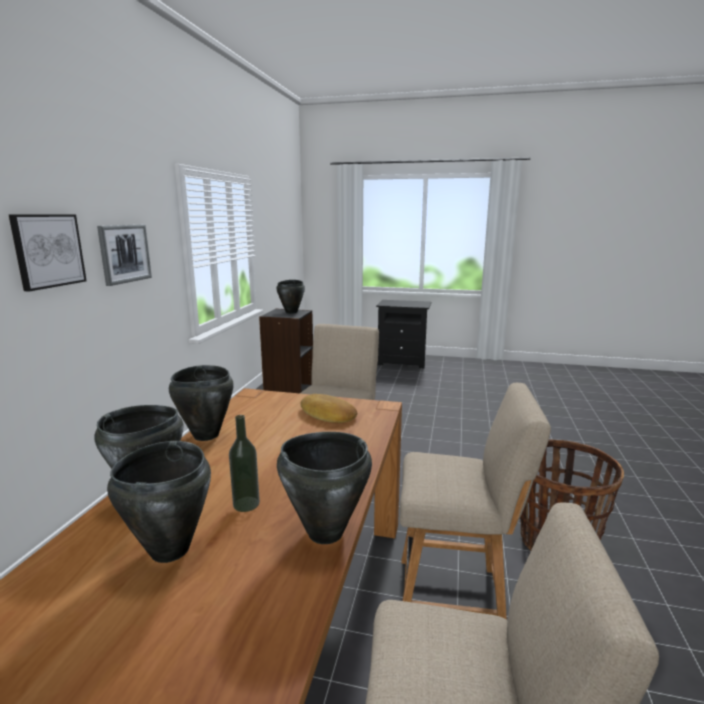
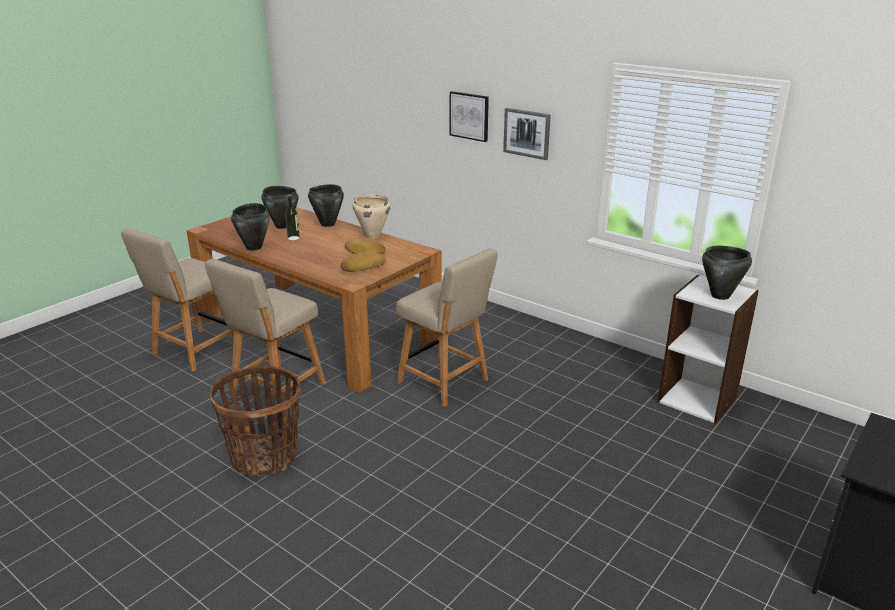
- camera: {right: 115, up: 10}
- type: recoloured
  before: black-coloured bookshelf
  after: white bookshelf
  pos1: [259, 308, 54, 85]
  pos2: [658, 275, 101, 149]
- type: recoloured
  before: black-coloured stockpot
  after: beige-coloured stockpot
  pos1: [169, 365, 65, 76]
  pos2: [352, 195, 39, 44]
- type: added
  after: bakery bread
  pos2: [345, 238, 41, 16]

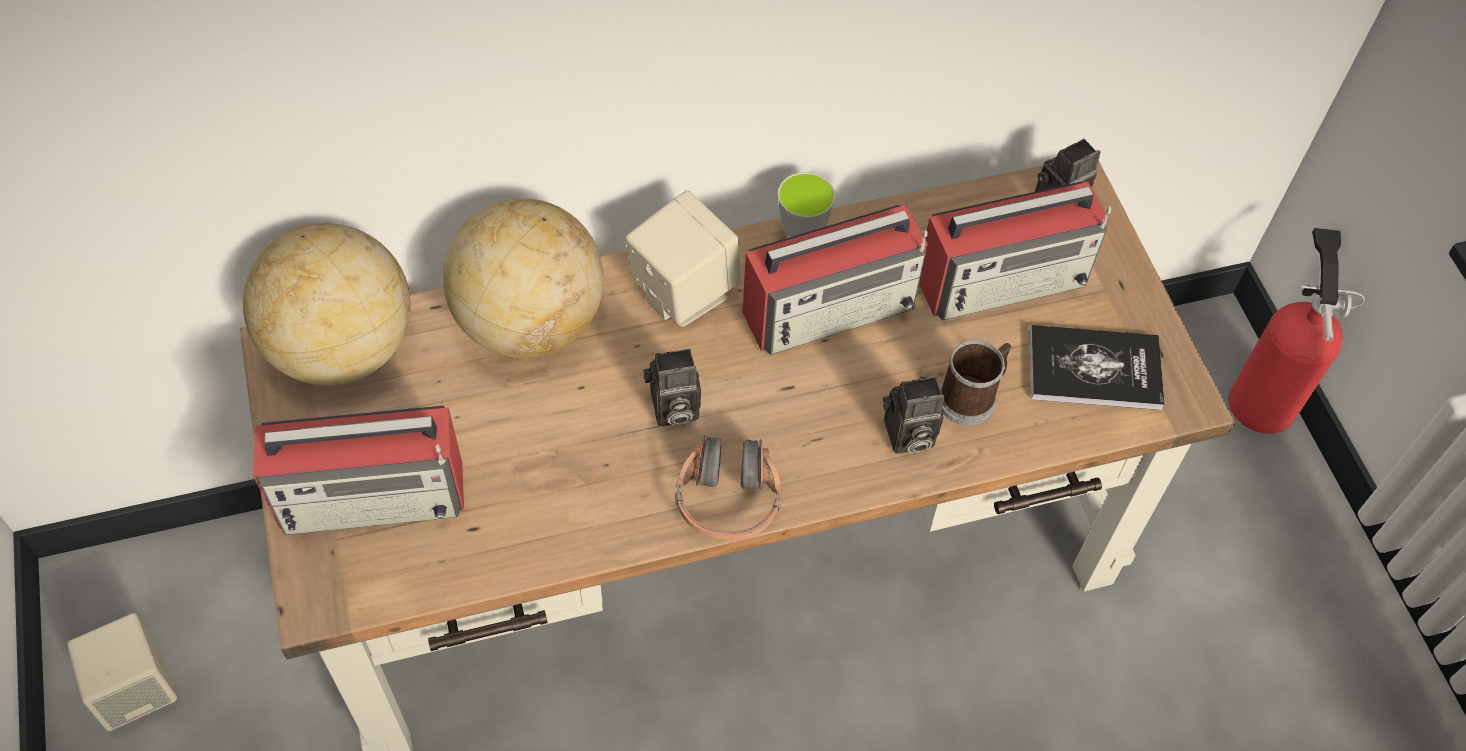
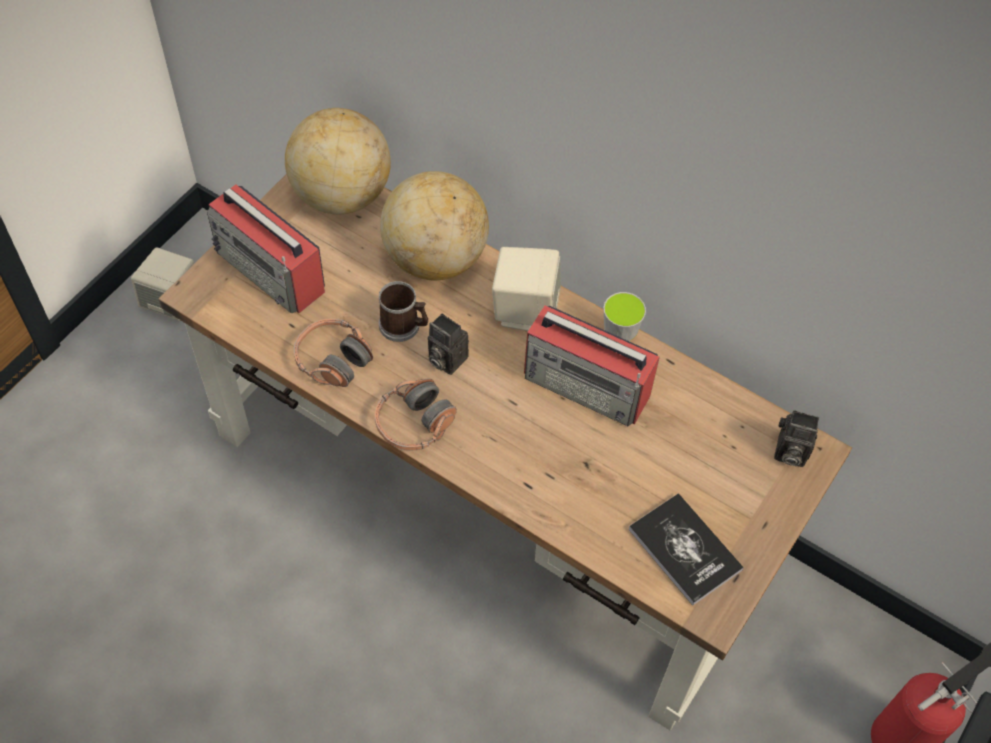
- camera: {right: 50, up: 0}
- type: removed
  before: radio set
  pos1: [919, 182, 192, 138]
- type: moved
  before: coffee mug
  pos1: [939, 339, 72, 87]
  pos2: [379, 281, 49, 61]
- type: removed
  before: still camera
  pos1: [883, 377, 61, 77]
- type: added
  after: headphones
  pos2: [294, 319, 79, 68]

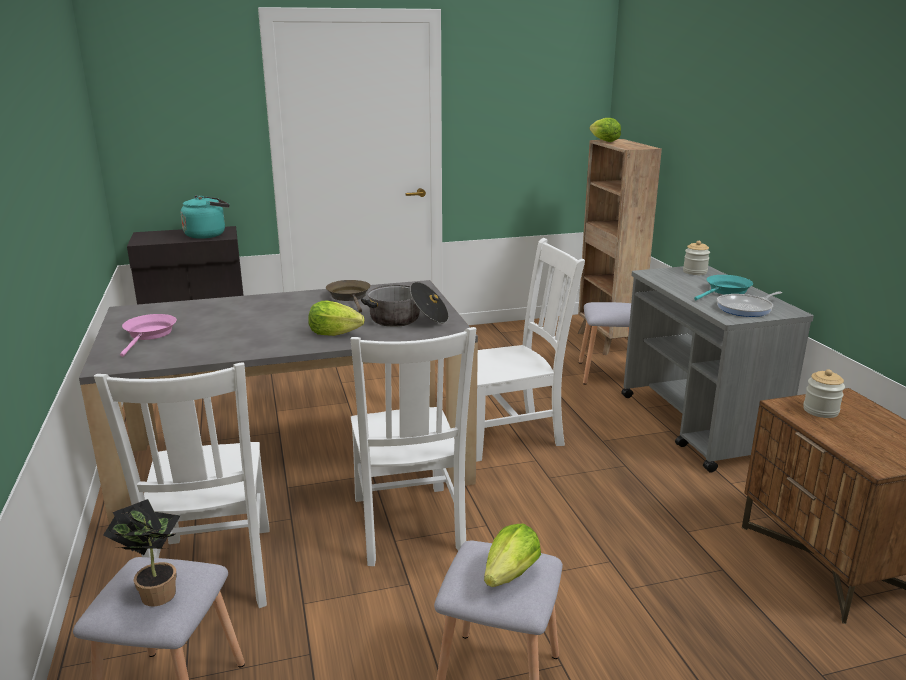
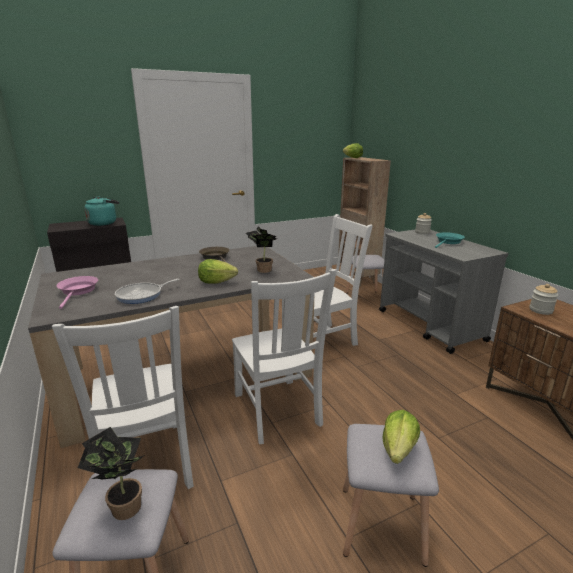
- camera: {right: -10, up: 0}
- type: replaced
  before: stockpot
  after: potted plant
  pos1: [361, 282, 88, 45]
  pos2: [246, 226, 31, 47]
- type: moved
  before: skillet
  pos1: [717, 291, 65, 26]
  pos2: [115, 279, 65, 25]

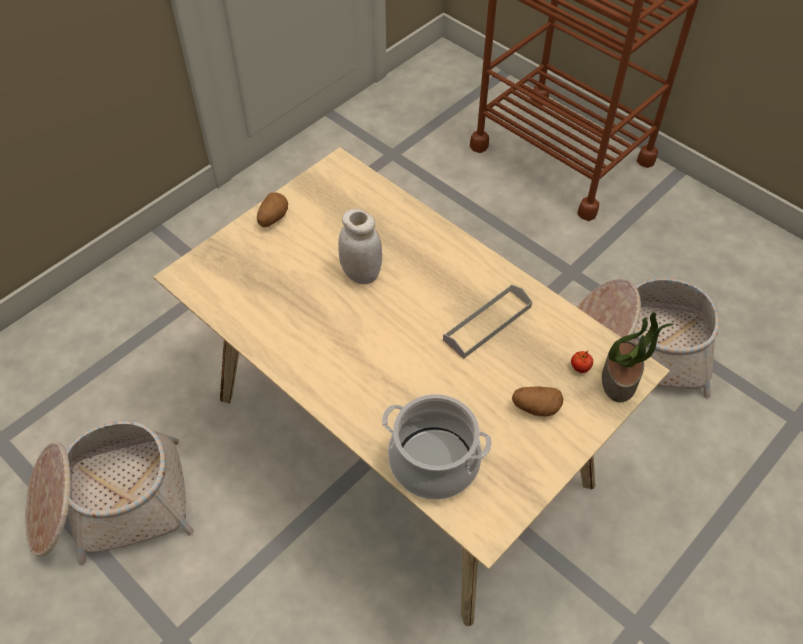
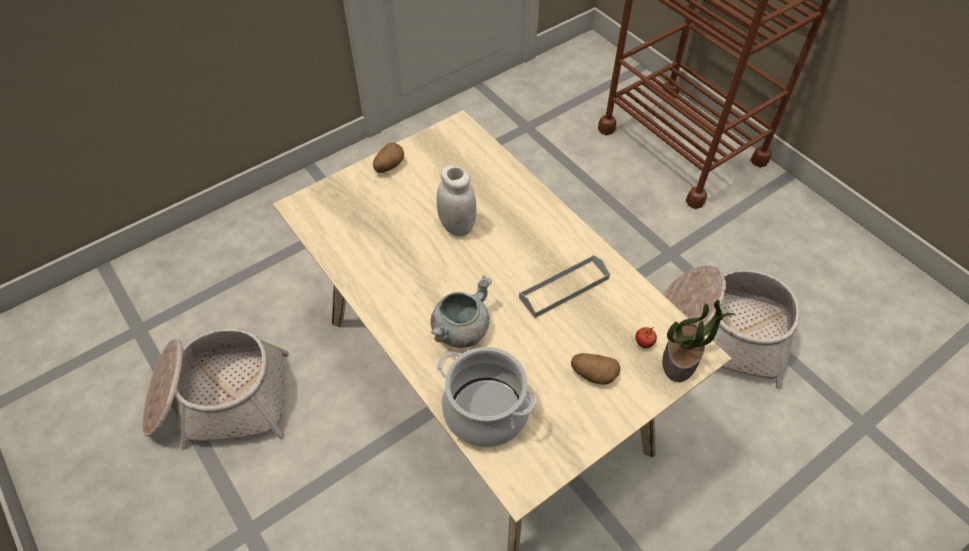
- camera: {right: 10, up: 0}
- type: added
  after: greyish stockpot
  pos2: [431, 276, 61, 72]

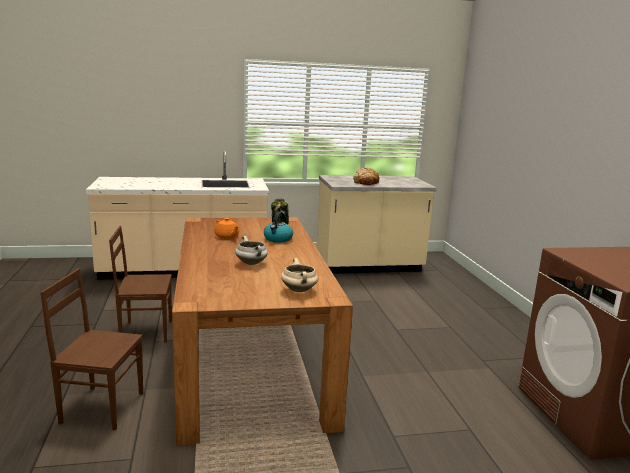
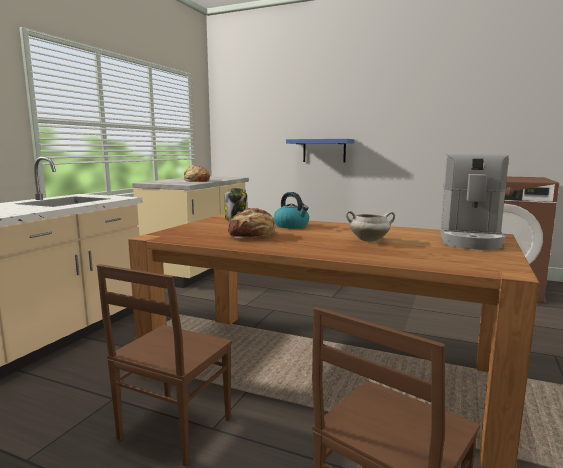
- camera: {right: -55, up: -5}
- type: replaced
  before: orange-coloured teapot
  after: bakery bread
  pos1: [214, 218, 25, 21]
  pos2: [228, 208, 48, 30]
- type: replaced
  before: beige-coloured stockpot
  after: coffee brewer
  pos1: [281, 258, 37, 34]
  pos2: [440, 154, 69, 96]
- type: added
  after: blue bracket shelf
  pos2: [286, 139, 68, 23]

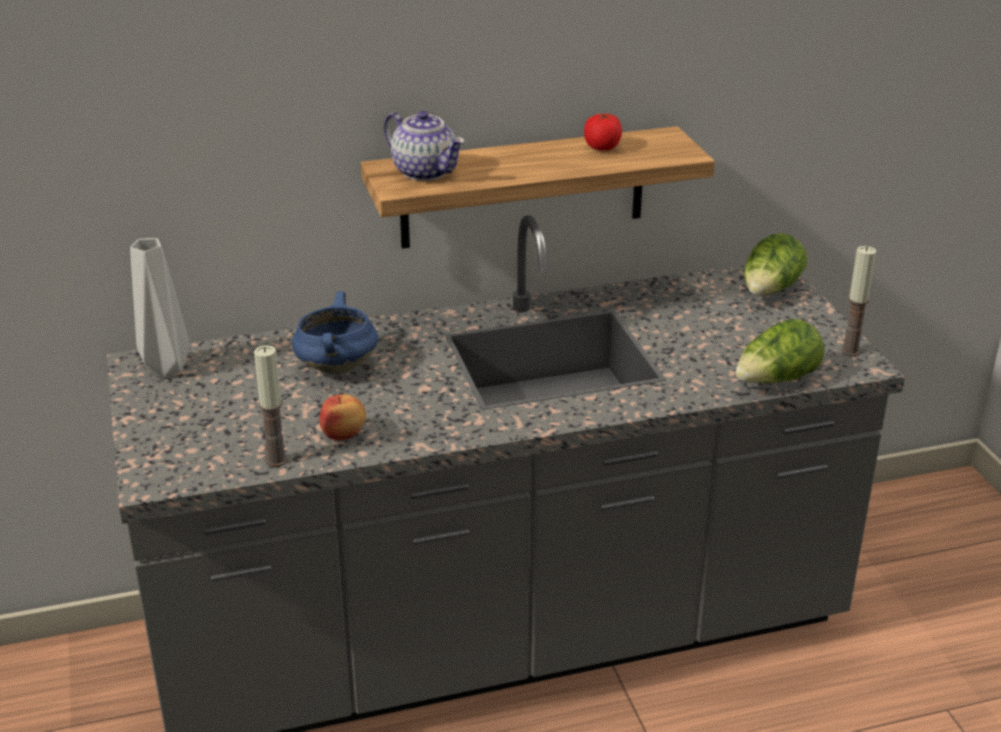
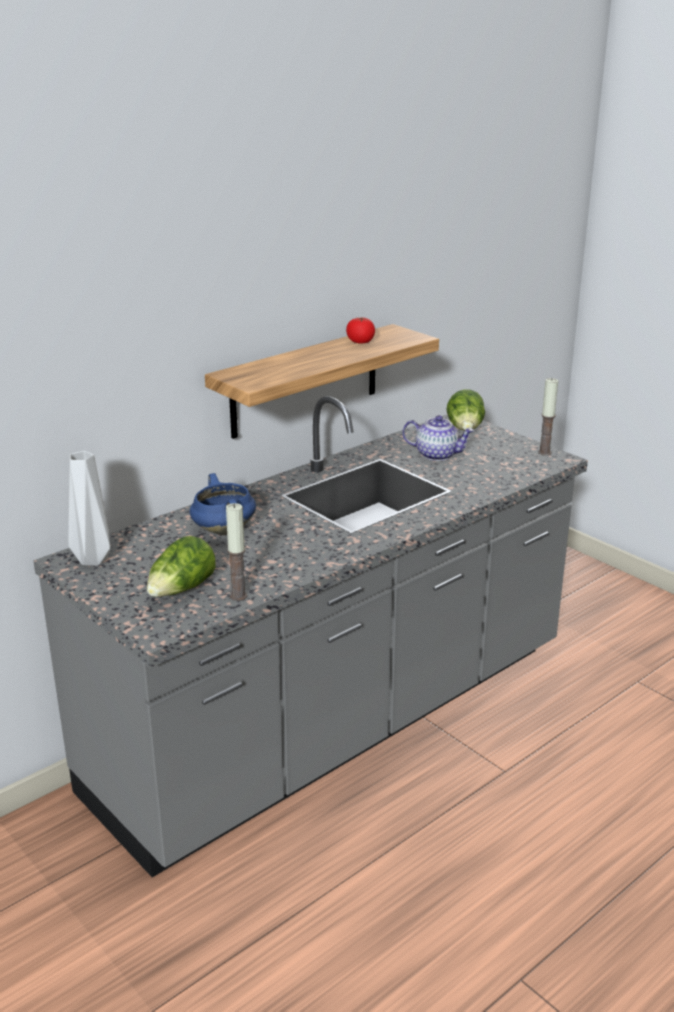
- camera: {right: -25, up: -5}
- type: moved
  before: teapot
  pos1: [384, 111, 81, 70]
  pos2: [402, 415, 73, 46]
- type: moved
  before: lettuce
  pos1: [735, 319, 89, 64]
  pos2: [147, 536, 68, 61]
- type: removed
  before: apple
  pos1: [319, 394, 47, 46]

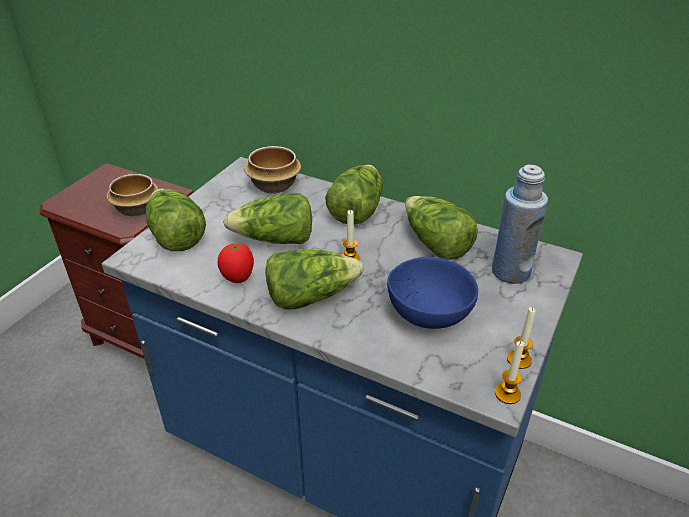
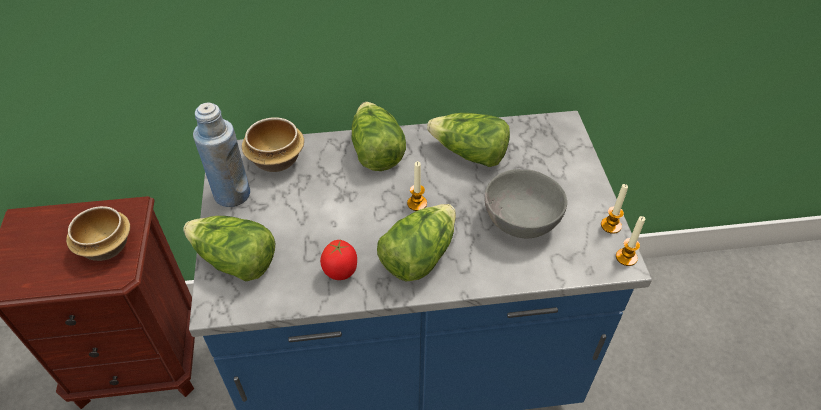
- camera: {right: -35, up: 10}
- type: moved
  before: blue drink bottle
  pos1: [492, 164, 56, 120]
  pos2: [193, 102, 57, 105]
- type: removed
  before: lettuce
  pos1: [223, 193, 89, 51]
- type: recoloured
  before: blue deep dish
  after: greyish deep dish
  pos1: [387, 257, 91, 72]
  pos2: [485, 169, 82, 69]

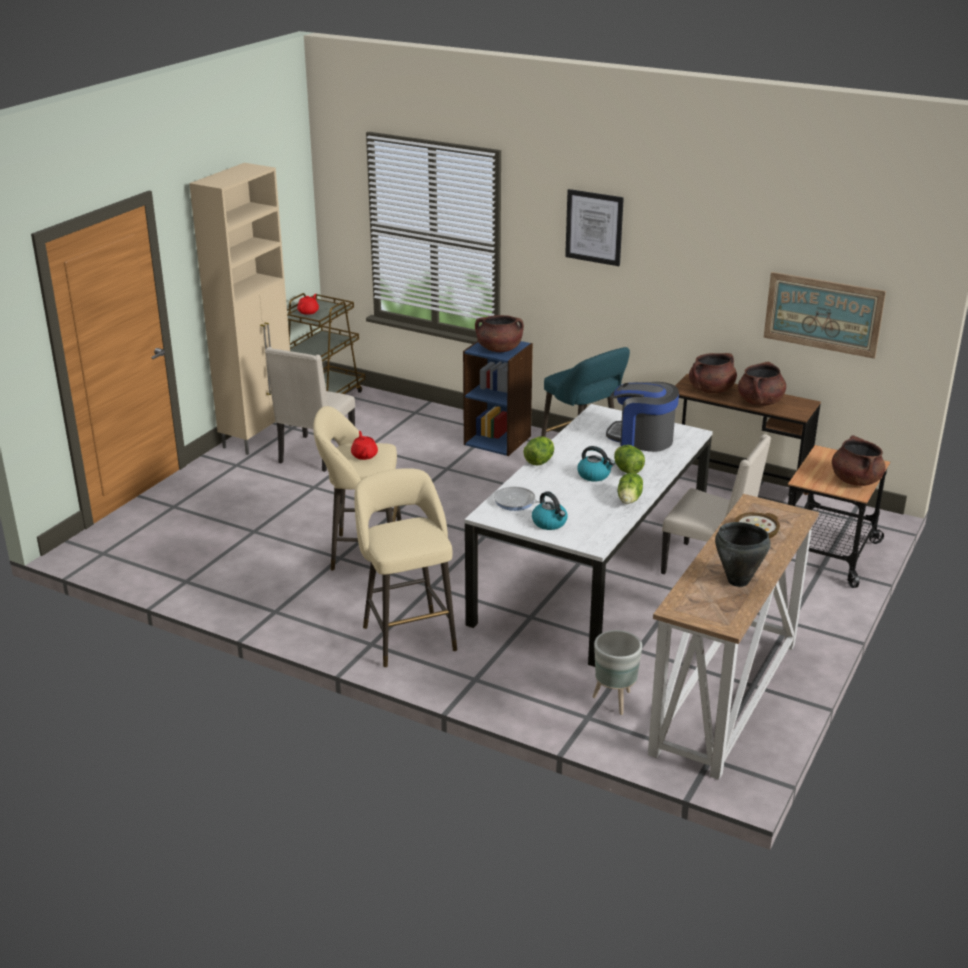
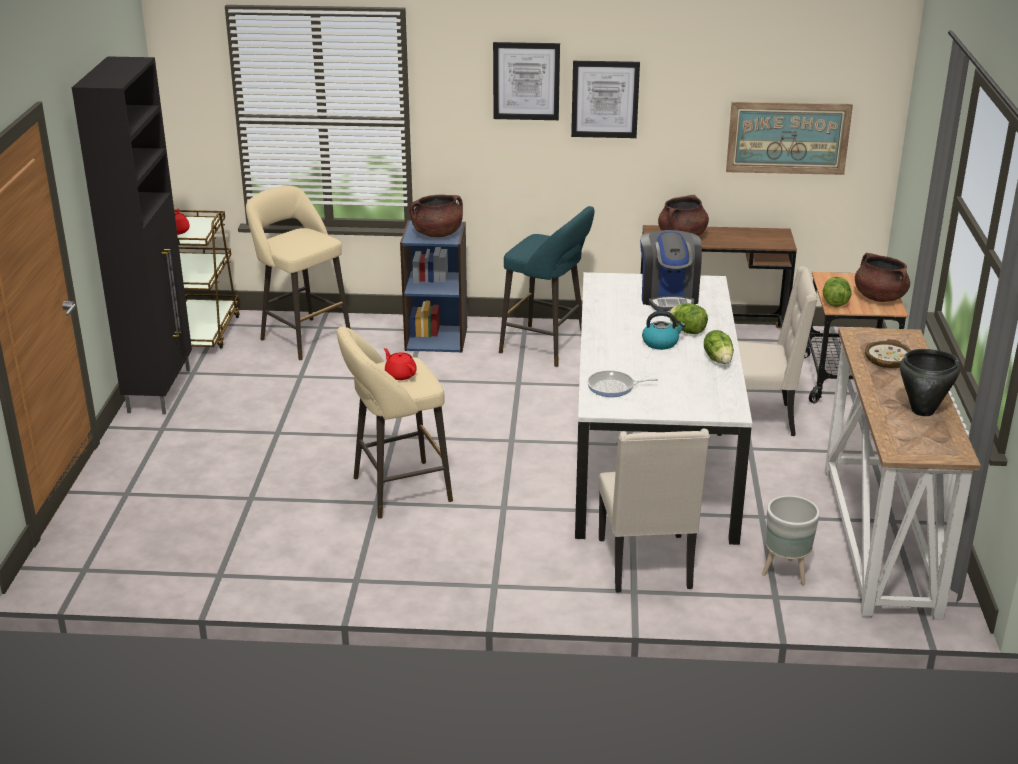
- camera: {right: -25, up: 0}
- type: recoloured
  before: beige-coloured cabinet
  after: black-coloured cabinet
  pos1: [189, 163, 103, 292]
  pos2: [72, 56, 120, 358]
- type: moved
  before: beige-coloured chair
  pos1: [265, 347, 90, 125]
  pos2: [598, 429, 112, 164]
- type: removed
  before: brown-coloured stockpot
  pos1: [738, 362, 48, 44]
- type: turned
  before: coffee brewer
  pos1: [606, 382, 73, 70]
  pos2: [640, 230, 62, 81]
  turn: -90
- type: moved
  before: lettuce
  pos1: [523, 436, 31, 29]
  pos2: [823, 277, 28, 30]
- type: moved
  before: beige-coloured stool
  pos1: [354, 468, 103, 199]
  pos2: [246, 186, 105, 174]
- type: removed
  before: water kettle
  pos1: [532, 491, 35, 39]
- type: added
  after: wall art
  pos2: [571, 61, 69, 77]

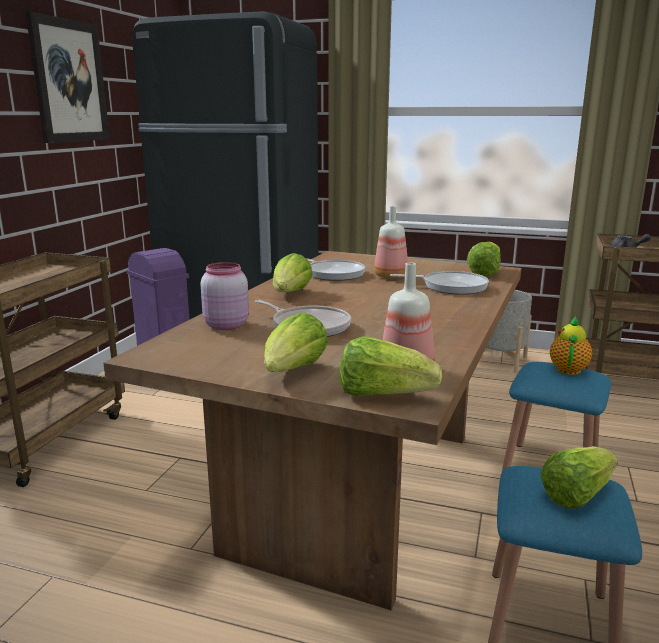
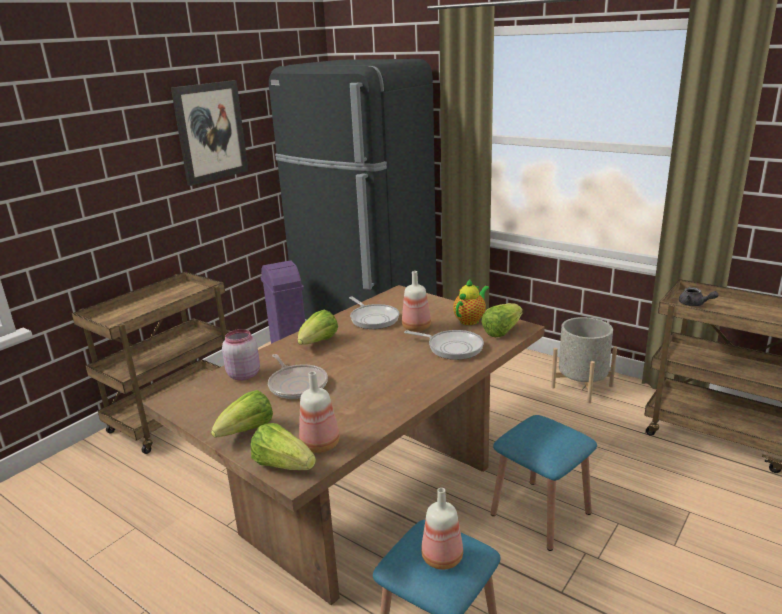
- camera: {right: 20, up: 5}
- type: moved
  before: teapot
  pos1: [550, 316, 42, 59]
  pos2: [453, 278, 36, 47]
- type: replaced
  before: lettuce
  after: drink bottle
  pos1: [540, 446, 78, 63]
  pos2: [421, 488, 42, 82]

